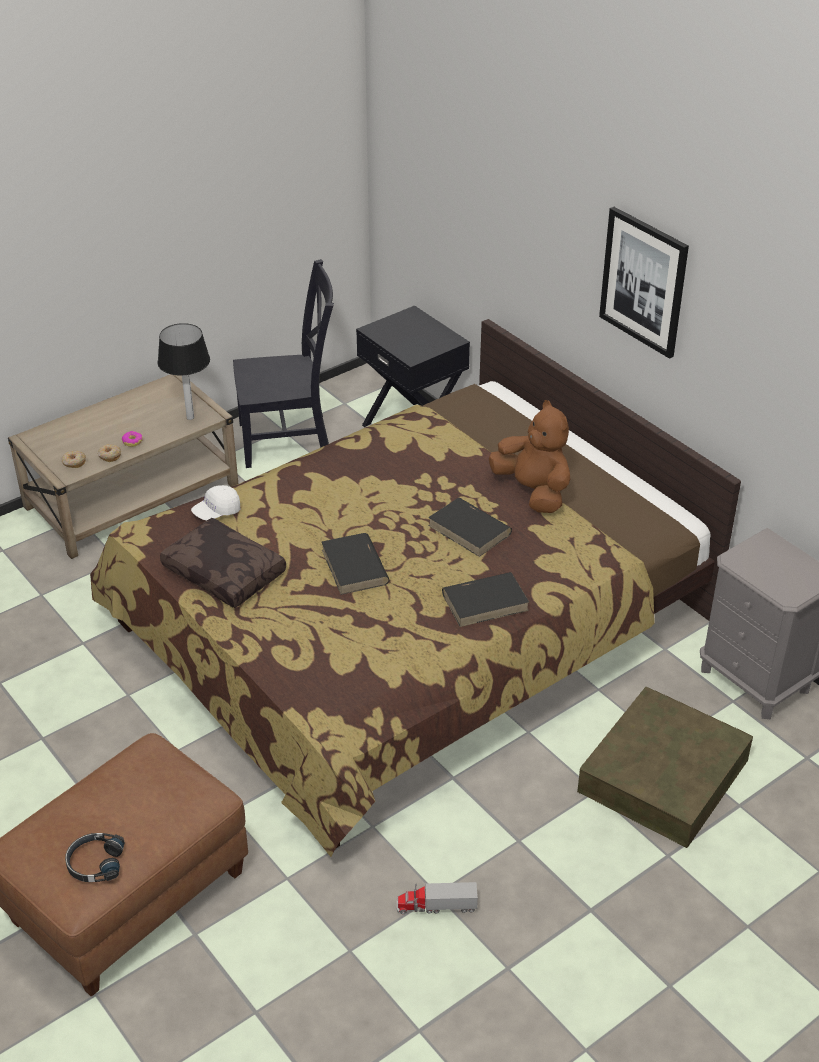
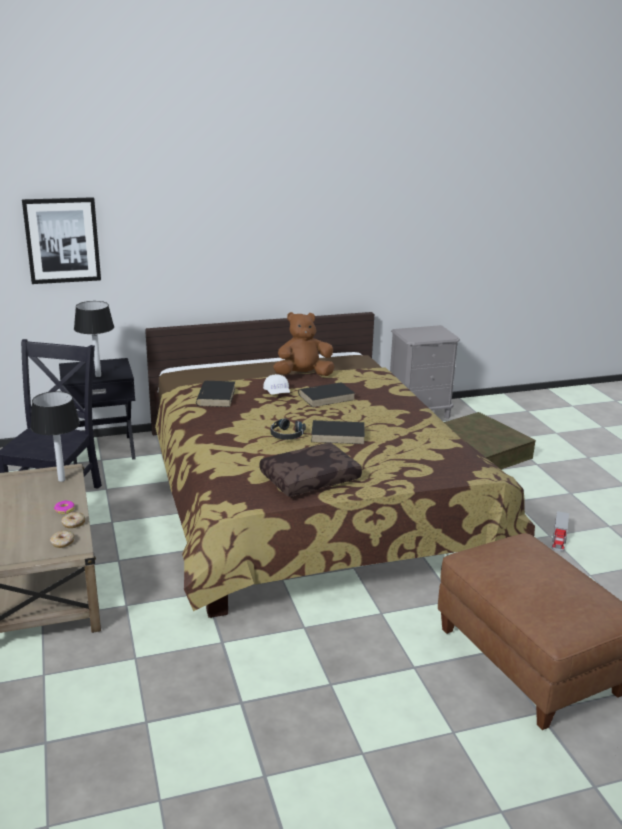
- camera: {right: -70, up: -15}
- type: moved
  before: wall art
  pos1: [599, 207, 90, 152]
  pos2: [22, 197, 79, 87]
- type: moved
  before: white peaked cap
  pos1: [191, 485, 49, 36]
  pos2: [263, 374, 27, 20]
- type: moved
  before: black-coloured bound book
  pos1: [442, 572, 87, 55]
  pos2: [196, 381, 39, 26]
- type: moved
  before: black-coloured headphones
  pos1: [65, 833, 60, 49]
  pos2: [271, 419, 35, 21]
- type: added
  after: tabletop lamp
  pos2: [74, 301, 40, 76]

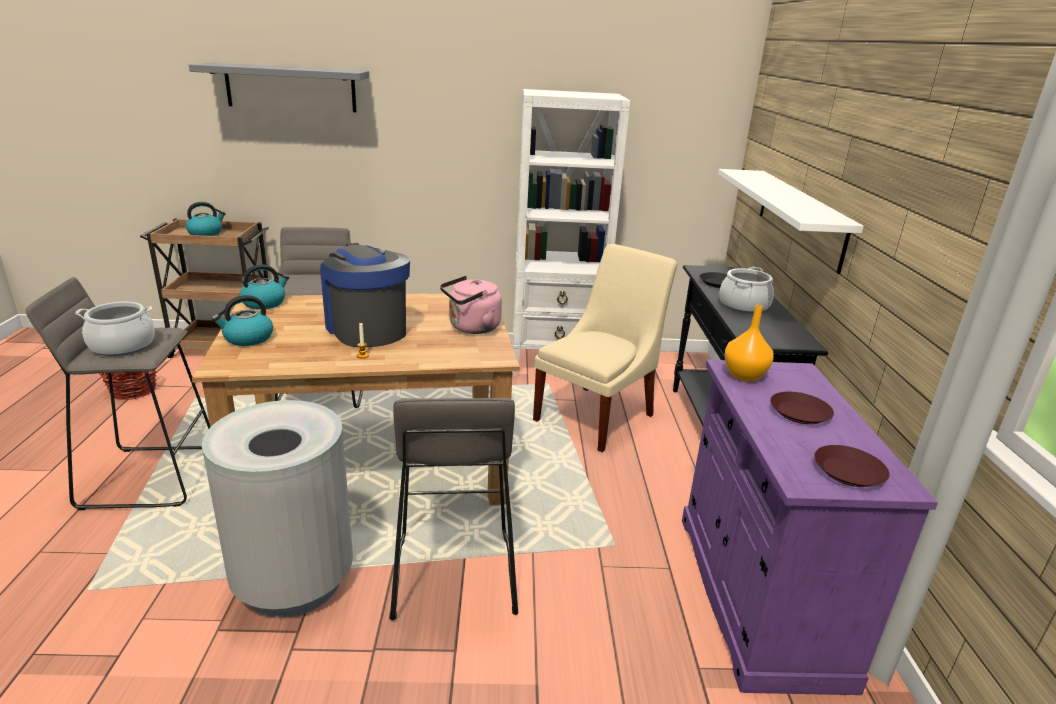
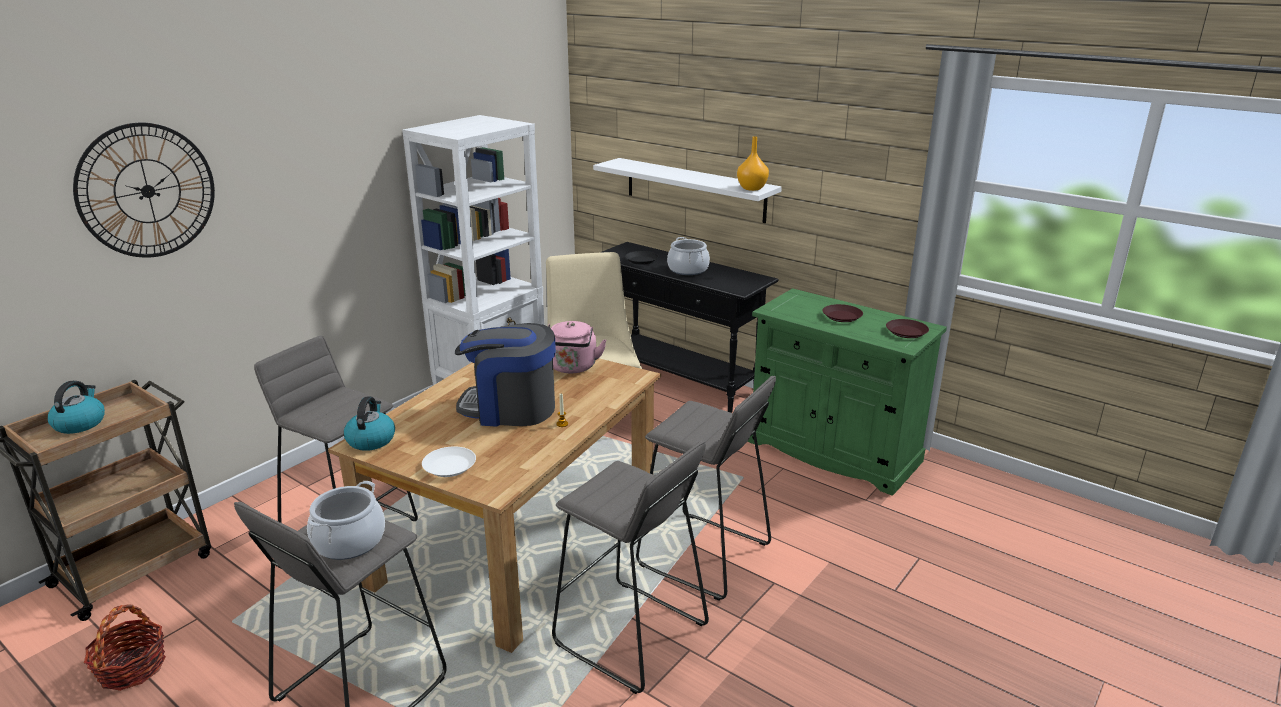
- camera: {right: -50, up: 0}
- type: replaced
  before: greyish bracket shelf
  after: wall clock
  pos1: [189, 63, 180, 49]
  pos2: [73, 123, 142, 135]
- type: replaced
  before: water kettle
  after: white flat dish
  pos1: [212, 295, 61, 51]
  pos2: [422, 446, 54, 31]
- type: moved
  before: orange-coloured flower vase
  pos1: [724, 305, 50, 76]
  pos2: [737, 136, 32, 55]
- type: recoloured
  before: purplish cabinet
  after: green cabinet
  pos1: [682, 360, 256, 335]
  pos2: [747, 288, 200, 208]
- type: replaced
  before: greyish waste bin
  after: greyish stool
  pos1: [202, 400, 151, 217]
  pos2: [552, 441, 157, 253]

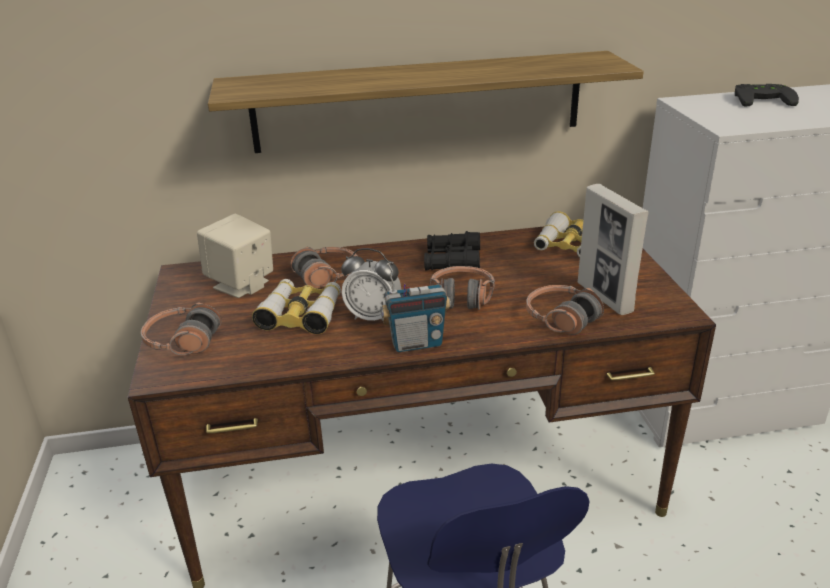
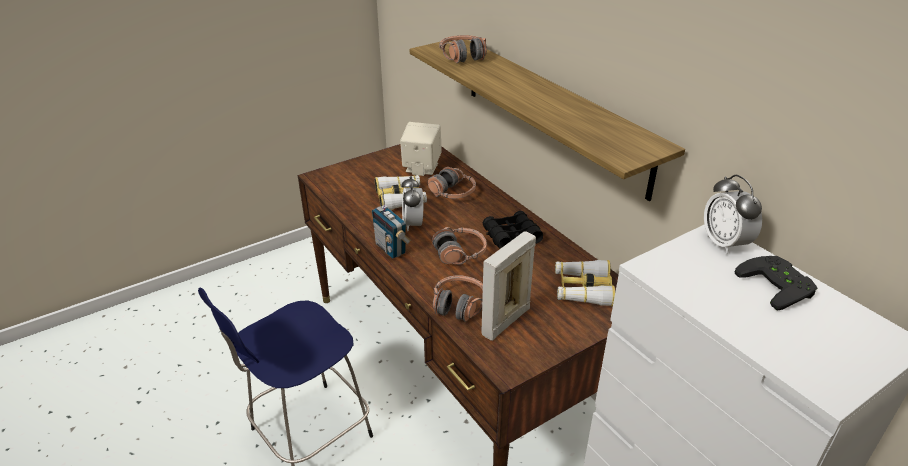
- camera: {right: 65, up: 5}
- type: moved
  before: headphones
  pos1: [141, 303, 81, 52]
  pos2: [439, 35, 48, 28]
- type: added
  after: table clock
  pos2: [704, 175, 58, 80]

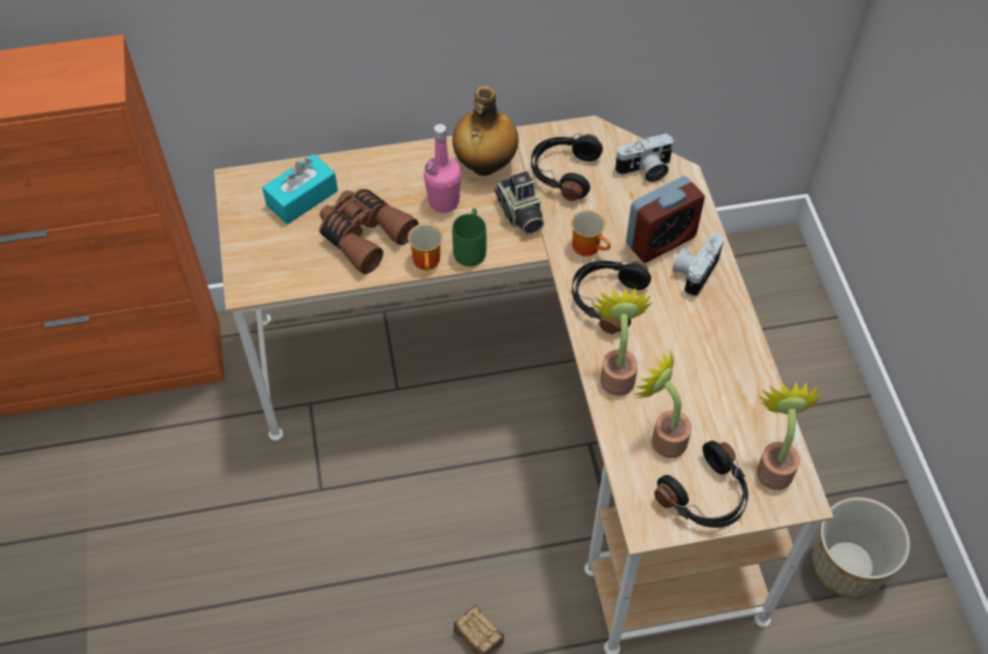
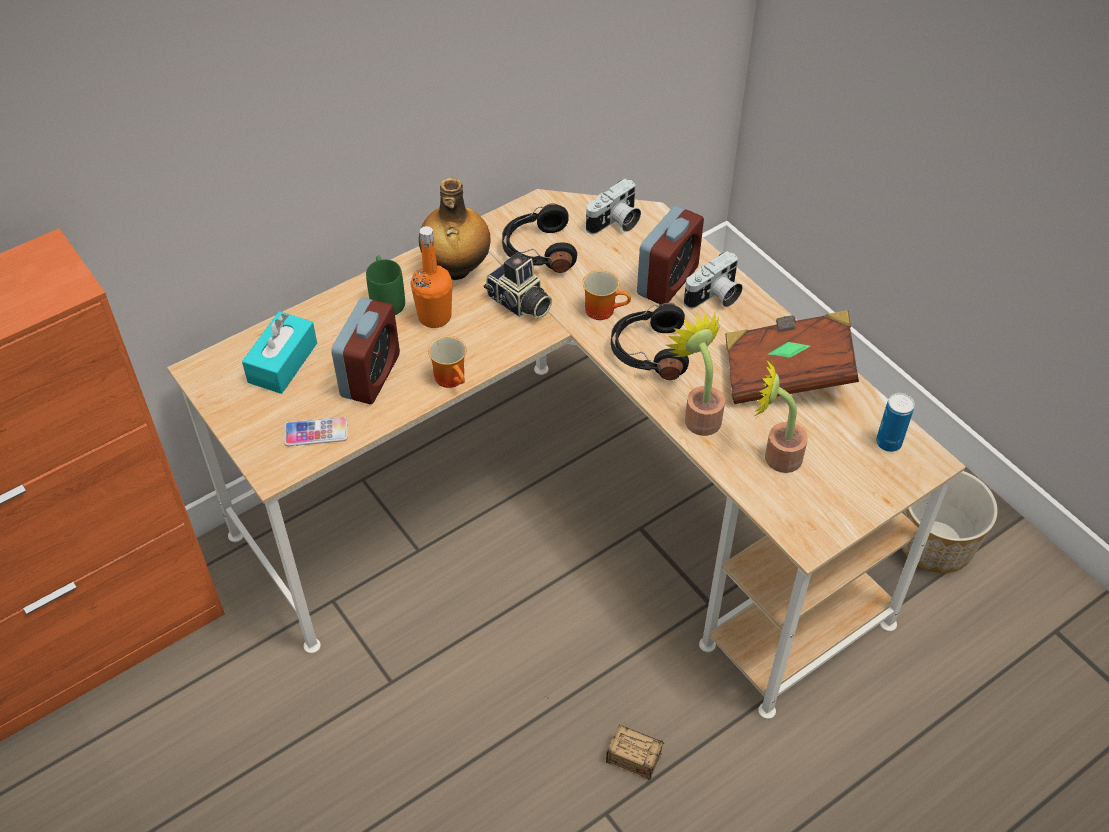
- camera: {right: -25, up: -5}
- type: recoloured
  before: pinkish drink bottle
  after: orange-coloured drink bottle
  pos1: [424, 124, 37, 89]
  pos2: [411, 226, 41, 102]
- type: replaced
  before: brown-coloured field glasses
  after: table clock
  pos1: [319, 189, 100, 85]
  pos2: [331, 298, 69, 106]
- type: moved
  before: green coffee mug
  pos1: [452, 208, 34, 59]
  pos2: [366, 256, 39, 59]
- type: turned
  before: still camera
  pos1: [673, 233, 51, 64]
  pos2: [684, 251, 59, 58]
  turn: -135
- type: replaced
  before: potted plant
  after: can
  pos1: [757, 381, 64, 109]
  pos2: [876, 393, 39, 59]
- type: removed
  before: black-coloured headphones
  pos1: [654, 441, 94, 87]
- type: added
  after: brown-coloured bound book
  pos2: [725, 310, 134, 94]
- type: added
  after: phone
  pos2: [284, 417, 64, 29]

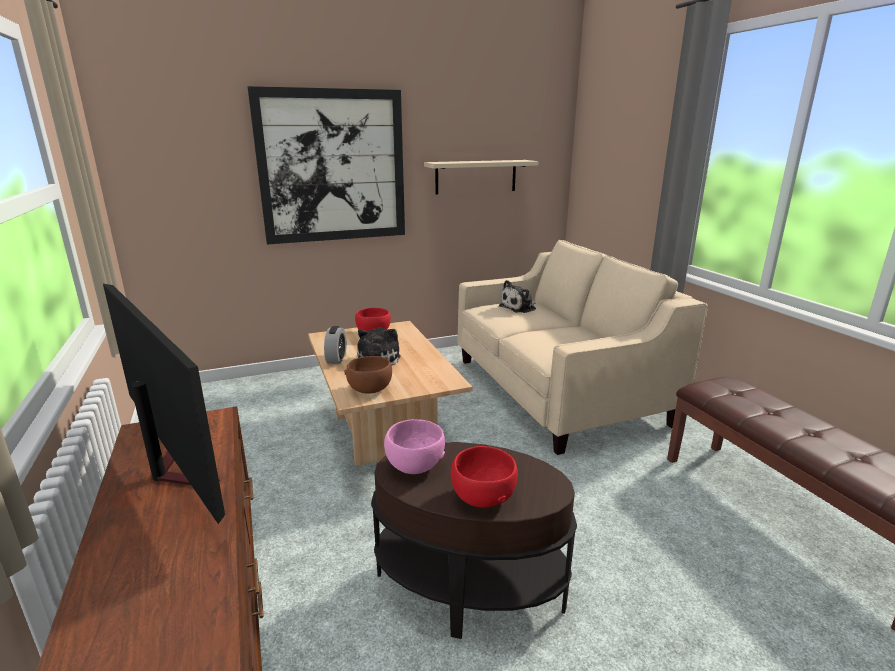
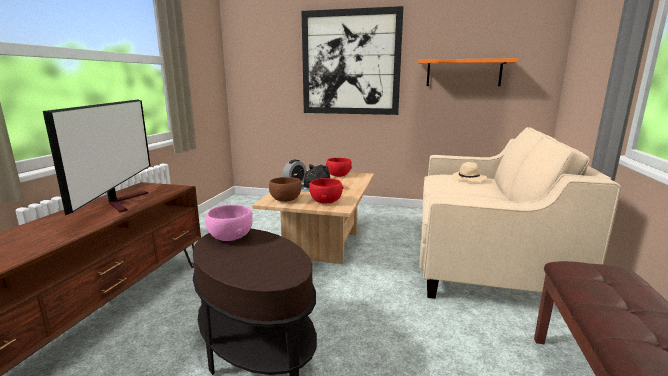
- camera: {right: 35, up: -5}
- type: recoloured
  before: beige-coloured bracket shelf
  after: orange-coloured bracket shelf
  pos1: [424, 160, 114, 35]
  pos2: [418, 58, 101, 28]
- type: replaced
  before: plush toy
  after: beige-coloured wearable hat
  pos1: [499, 280, 37, 33]
  pos2: [452, 162, 35, 20]
- type: moved
  before: red-coloured deep dish
  pos1: [451, 446, 67, 62]
  pos2: [309, 178, 35, 25]

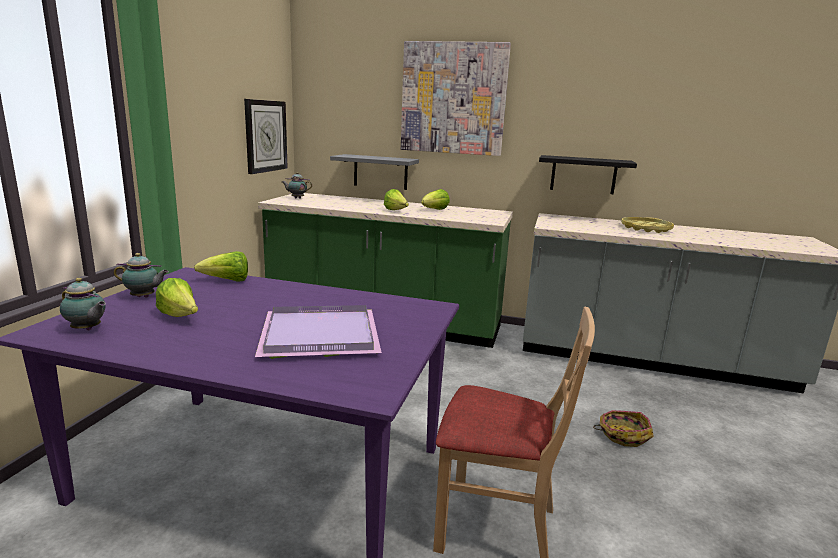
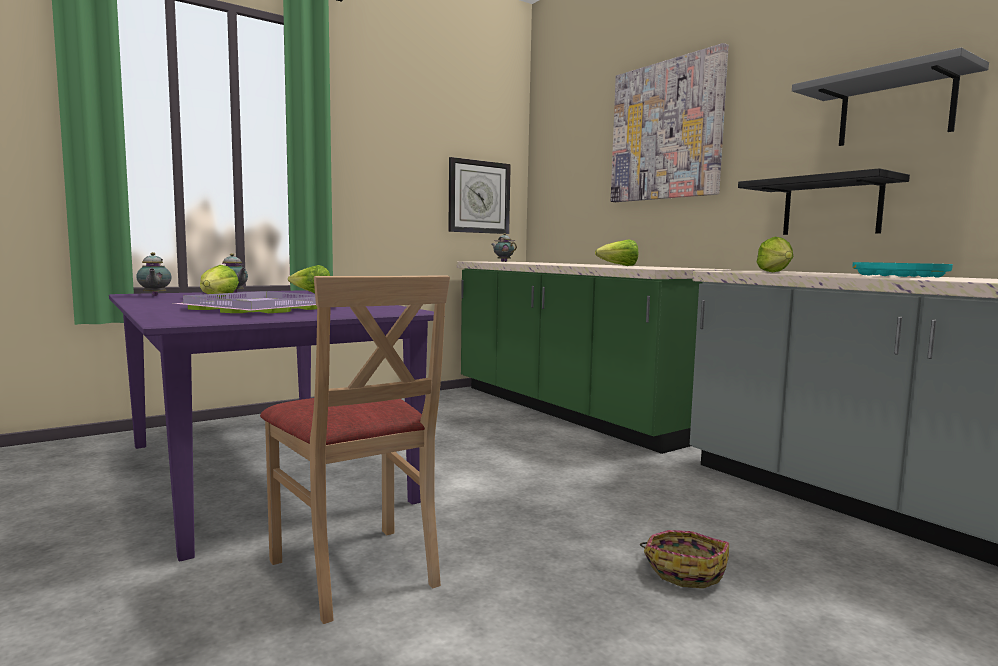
- camera: {right: 40, up: -10}
- type: moved
  before: greyish bracket shelf
  pos1: [330, 154, 89, 36]
  pos2: [792, 47, 197, 99]
- type: moved
  before: lettuce
  pos1: [384, 189, 25, 21]
  pos2: [756, 237, 37, 35]
- type: recoloured
  before: yellowish serving tray
  after: turquoise serving tray
  pos1: [621, 217, 53, 16]
  pos2: [852, 262, 101, 16]

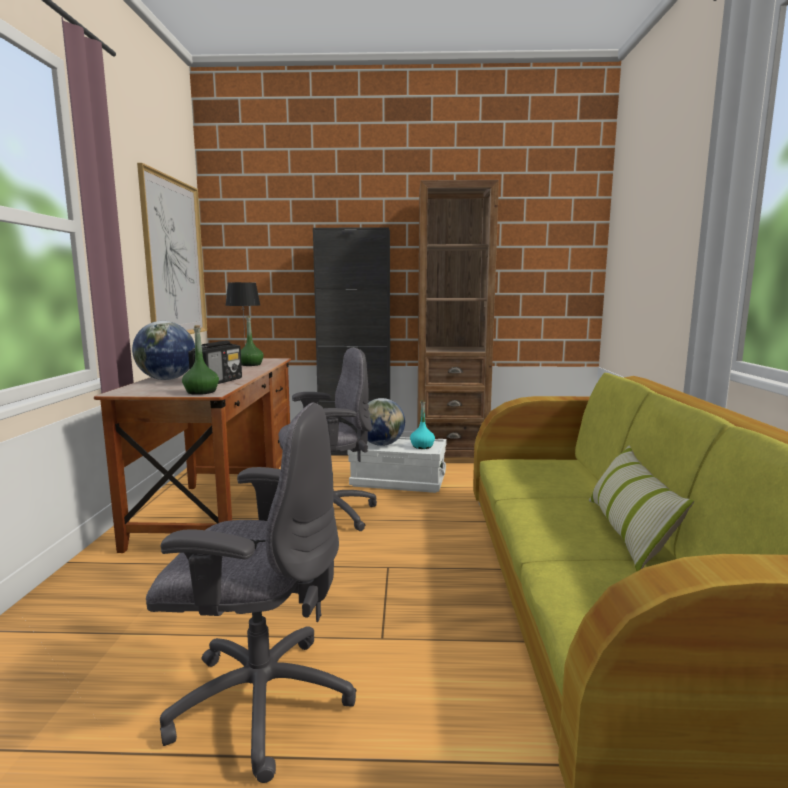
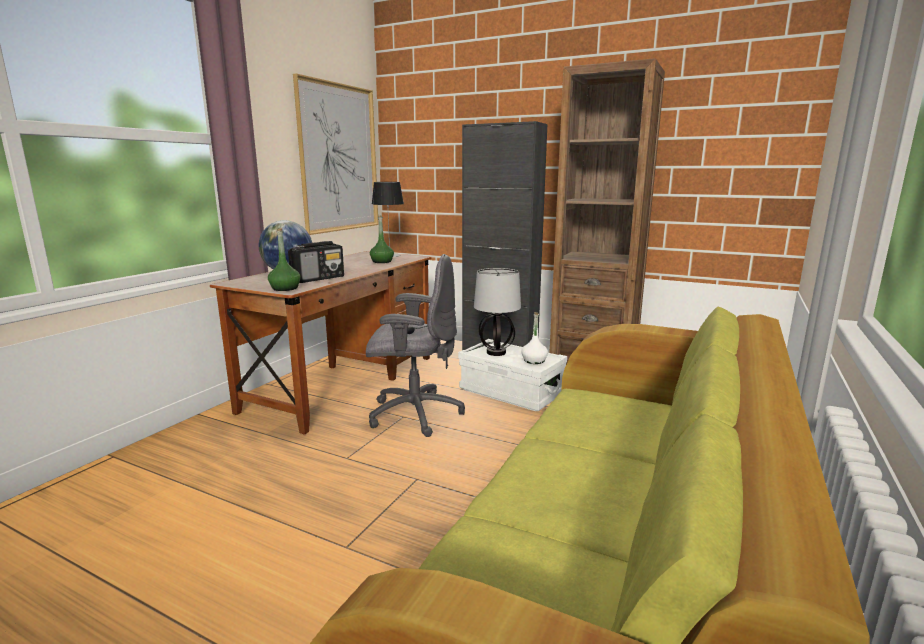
- camera: {right: 25, up: 5}
- type: replaced
  before: globe
  after: tabletop lamp
  pos1: [368, 398, 37, 48]
  pos2: [474, 268, 47, 88]
- type: recoloured
  before: turquoise drink bottle
  after: white drink bottle
  pos1: [410, 400, 25, 49]
  pos2: [521, 312, 27, 52]
- type: removed
  before: greyish computer chair
  pos1: [146, 403, 210, 380]
- type: removed
  before: cushion
  pos1: [589, 446, 105, 125]

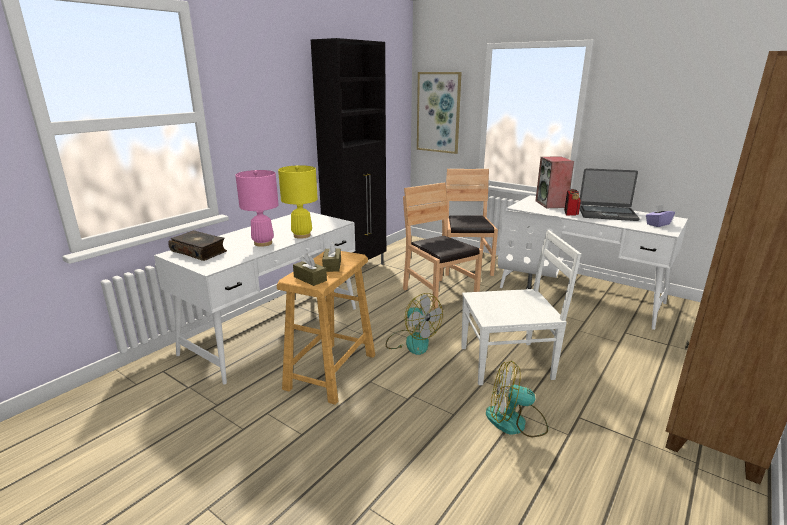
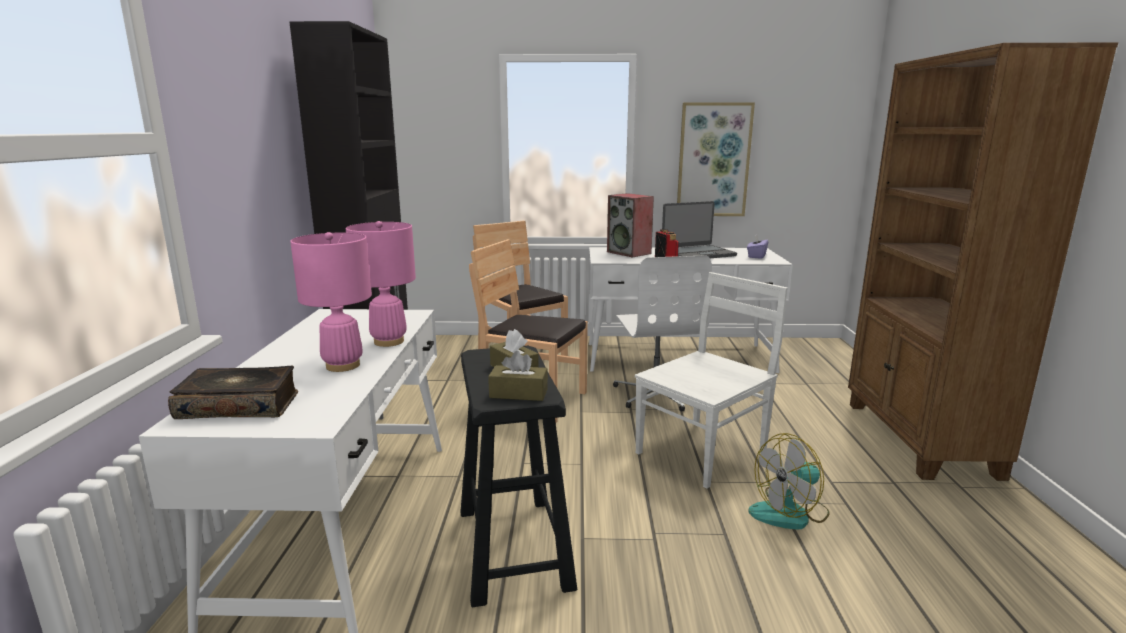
- camera: {right: -35, up: -5}
- type: moved
  before: wall art
  pos1: [417, 72, 45, 82]
  pos2: [677, 102, 78, 114]
- type: recoloured
  before: yellowish tabletop lamp
  after: pinkish tabletop lamp
  pos1: [278, 165, 40, 74]
  pos2: [346, 221, 70, 126]
- type: recoloured
  before: beige-coloured stool
  after: black-coloured stool
  pos1: [277, 251, 98, 154]
  pos2: [460, 346, 117, 262]
- type: removed
  before: cooling fan
  pos1: [386, 293, 57, 62]

